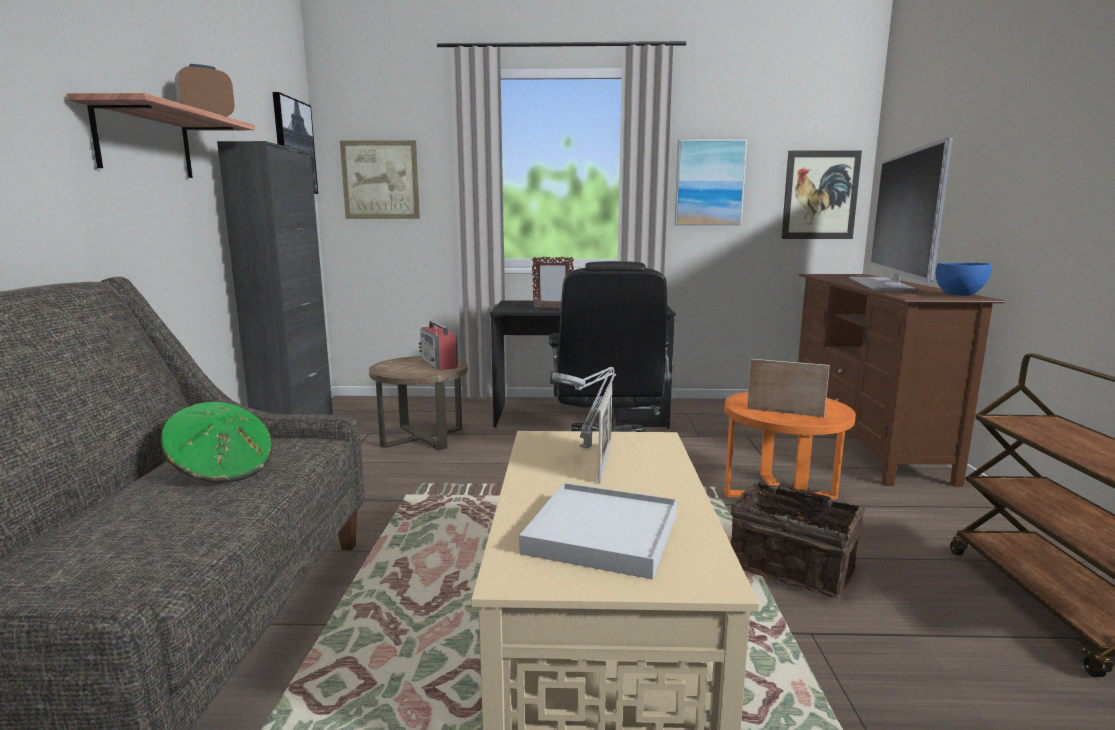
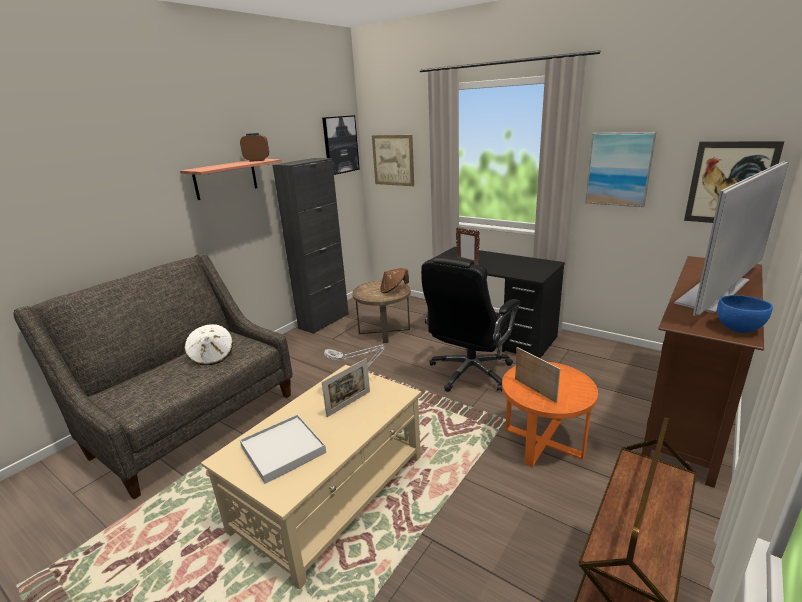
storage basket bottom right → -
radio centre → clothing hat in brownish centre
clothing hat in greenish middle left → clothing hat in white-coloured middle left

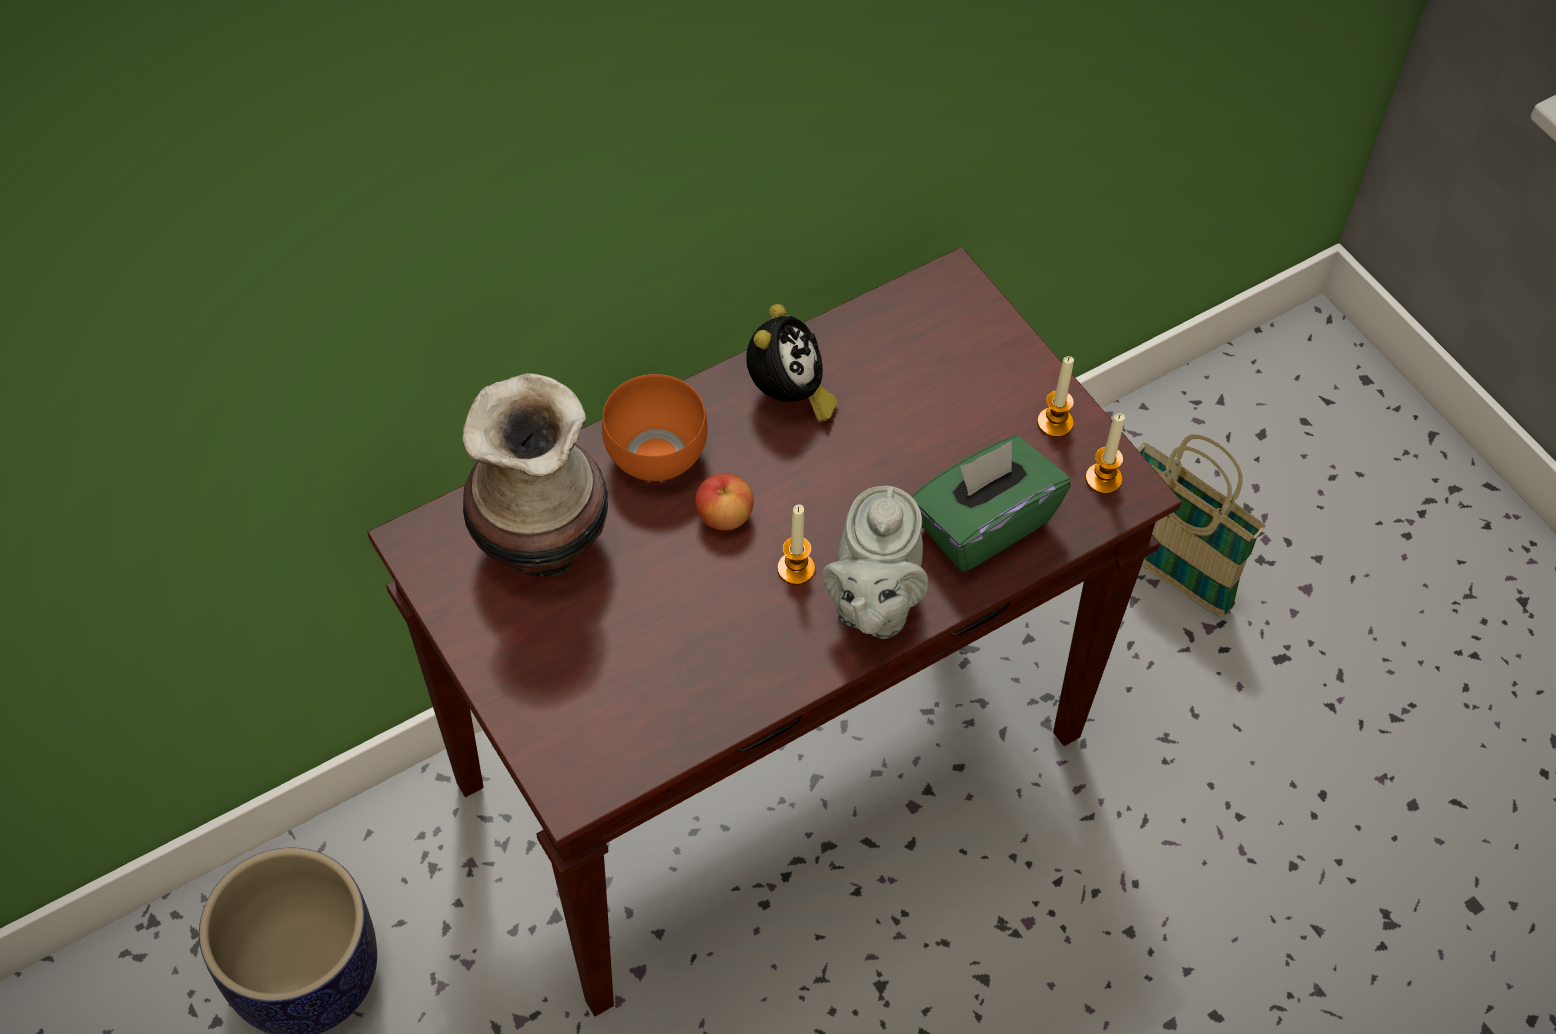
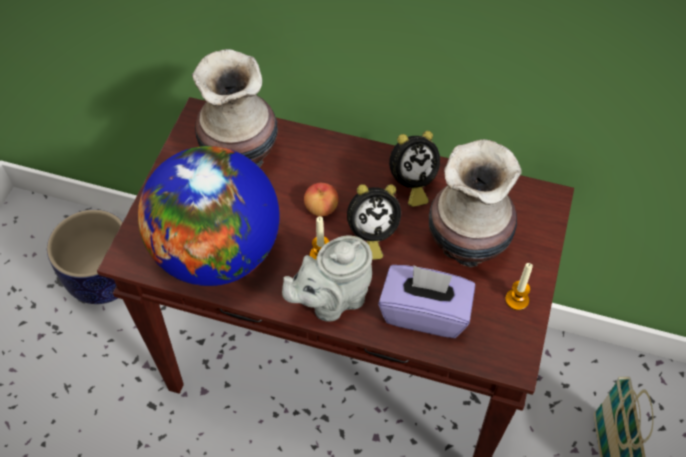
deep dish in orangey centre → -
wax candle (no. 3 from left) middle right → -
- → globe middle left
- → alarm clock (no. 1 from left) centre
- → decorative vase (no. 2 from left) middle right
tissue box in greenish centre → tissue box in purple centre

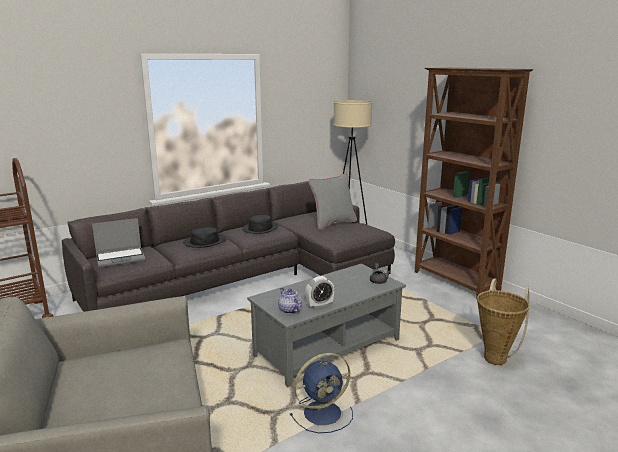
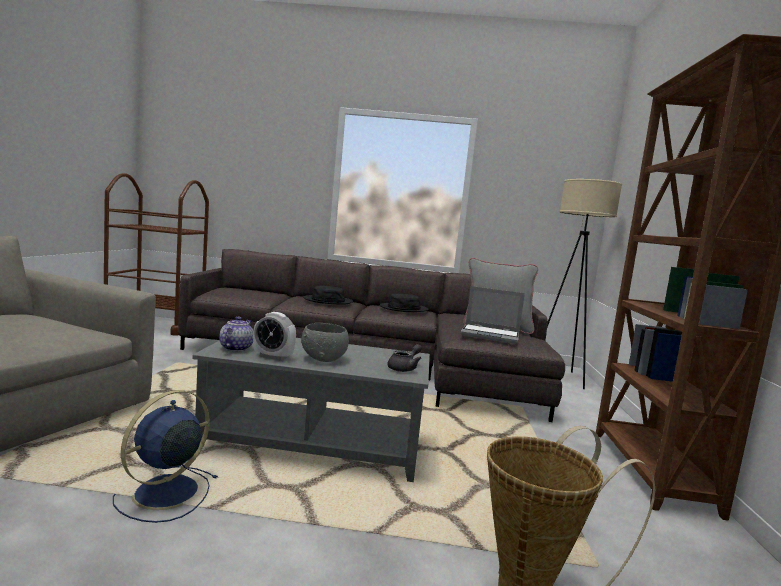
- → deep dish in grey centre
notebook computer middle left → notebook computer centre, shifted
electric fan in bluish bottom centre → electric fan in bluish bottom left, 105 degrees clockwise

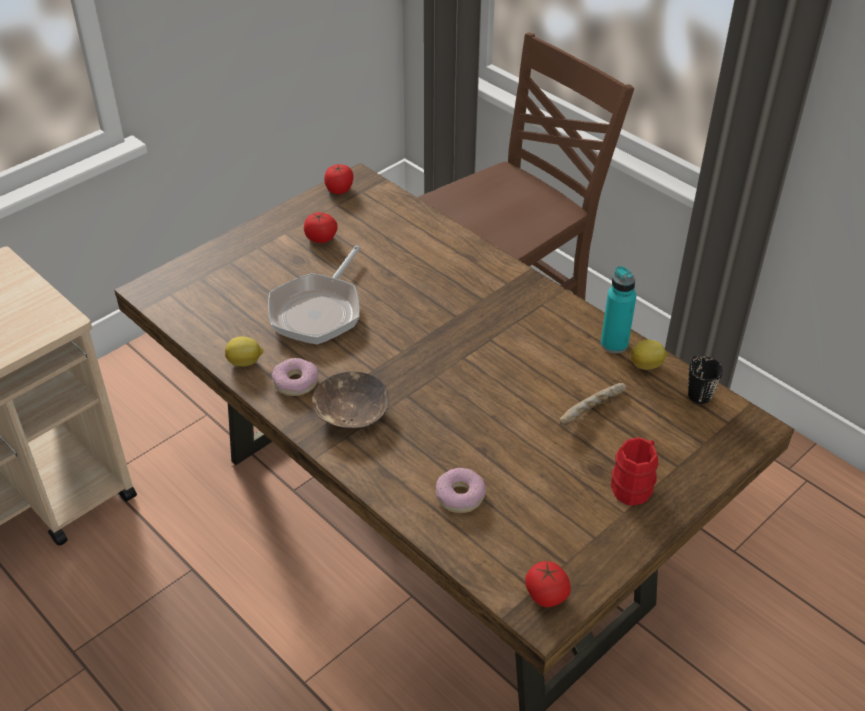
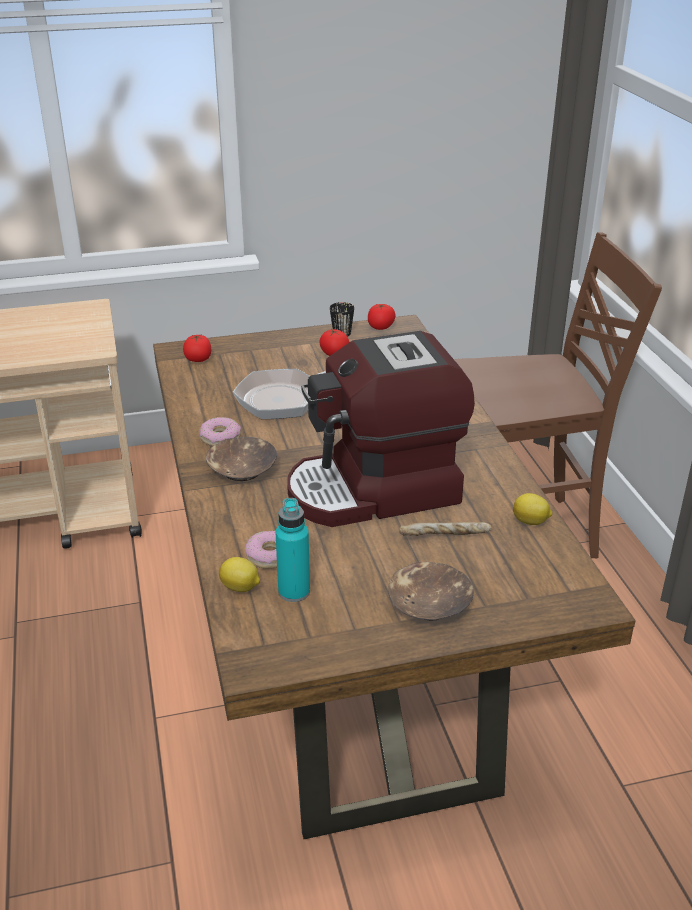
- → coffee brewer centre
whole lemon (no. 1 from left) middle left → whole lemon (no. 1 from left) centre, shifted
whole tomato (no. 3 from left in the first image) bottom centre → whole tomato (no. 1 from left) middle left, shifted
bottle in blue-green middle right → bottle in blue-green centre, shifted
mug in blackish middle right → mug in blackish centre, shifted
mug in reddish middle right → deep dish in brownish (no. 2 from left) centre

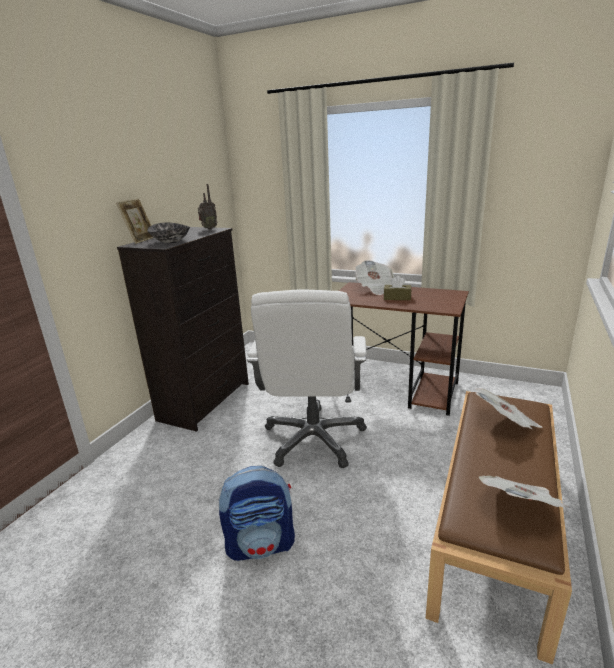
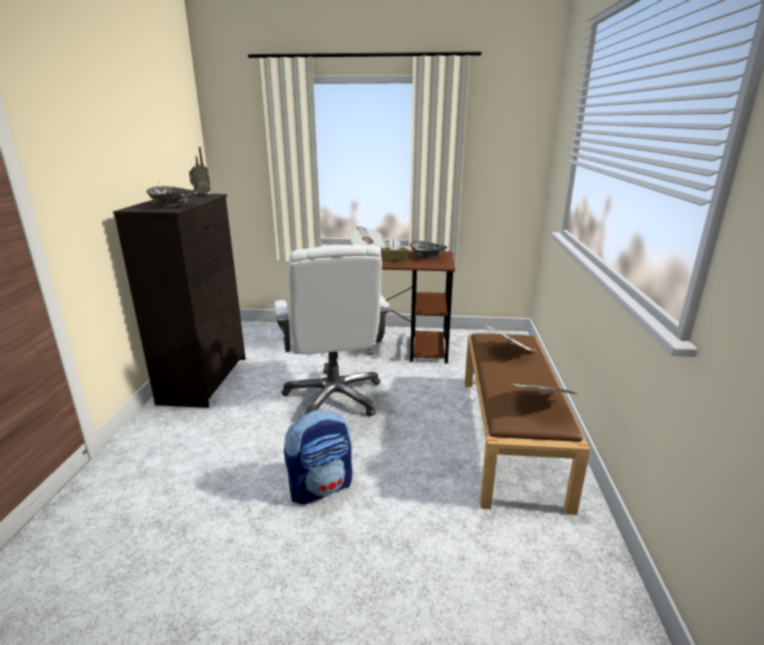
standing frame top left → -
- → deep dish (no. 2 from left) centre

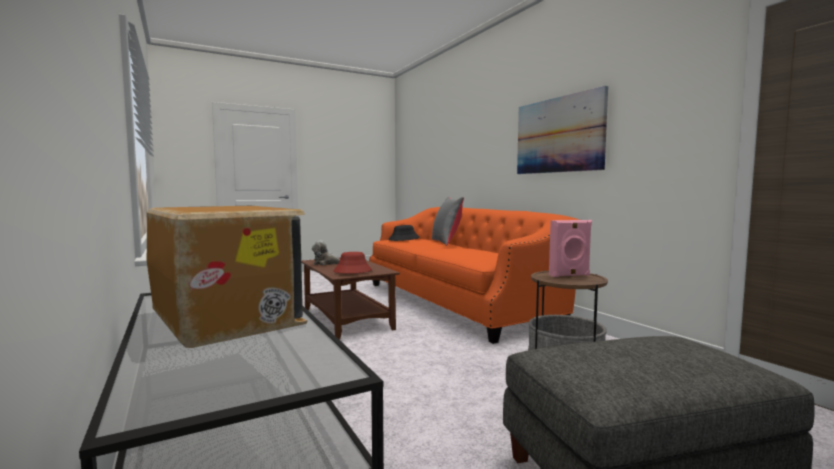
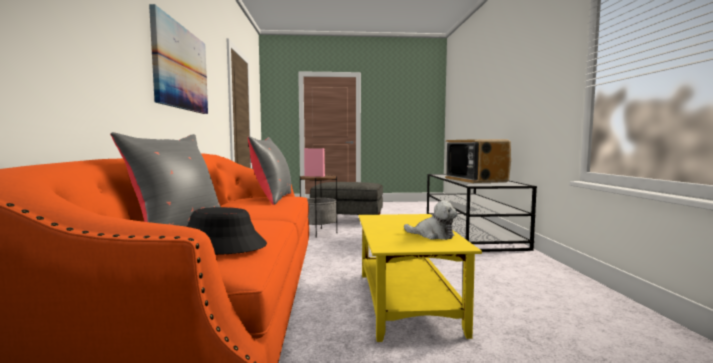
clothing hat in reddish centre → -
- → throw pillow in grey (no. 2 from left) centre
coffee table in brownish centre → coffee table in yellow-coloured bottom centre

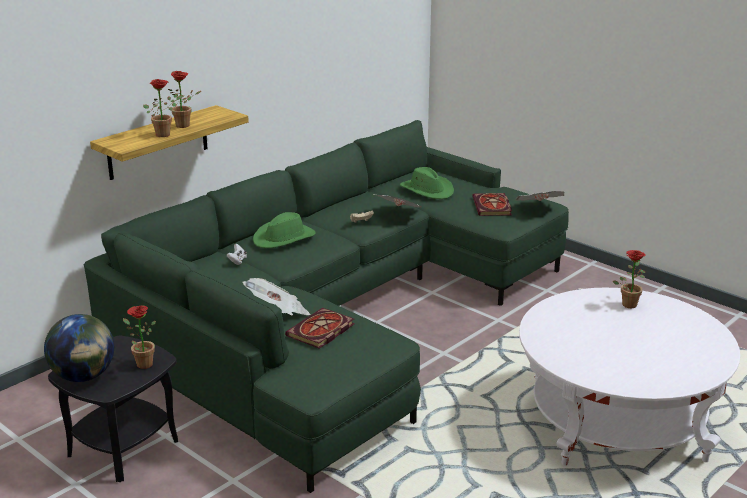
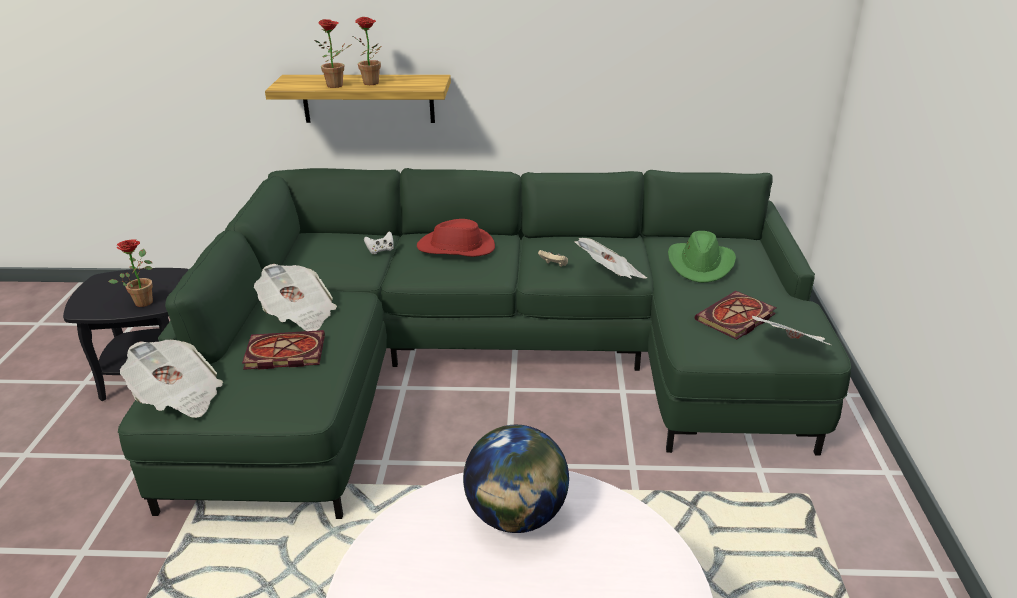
potted plant (no. 4 from left) middle right → -
- → newspaper (no. 1 from left) middle left
globe bottom left → globe bottom centre, shifted
clothing hat in greenish (no. 1 from left) centre → clothing hat in reddish centre

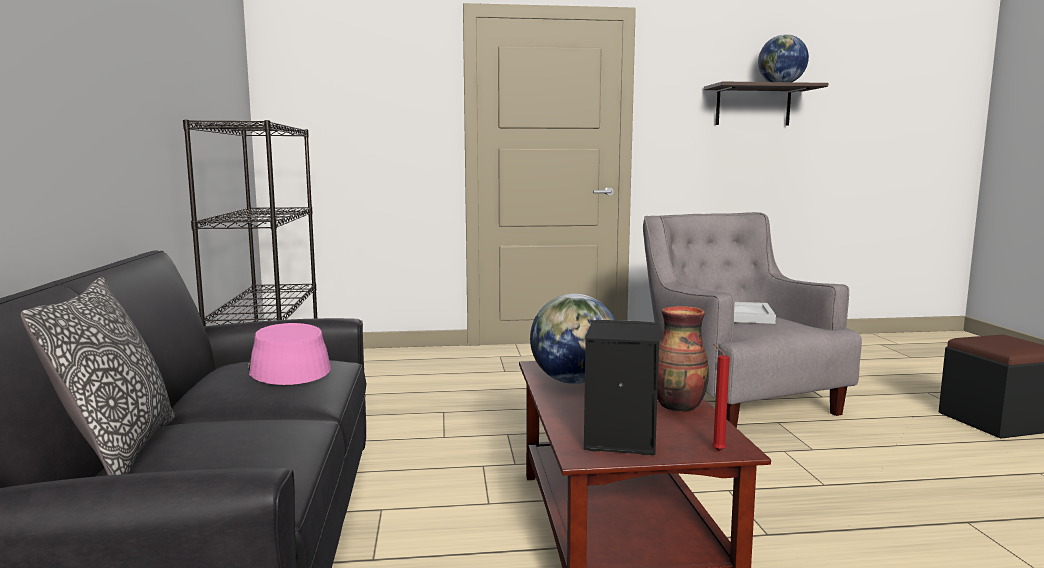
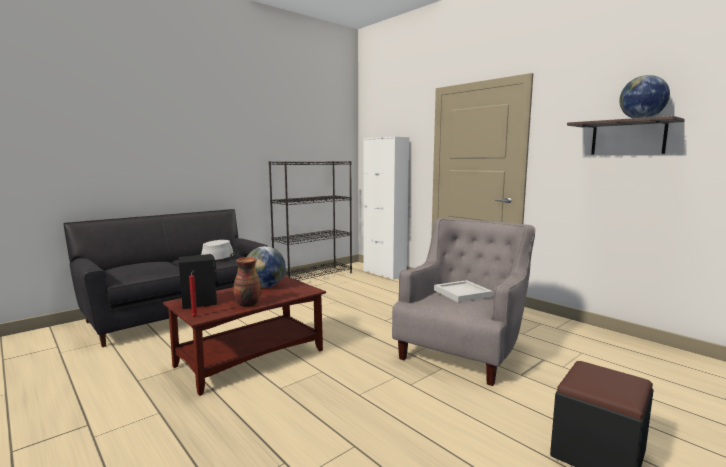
throw pillow middle left → -
- → cabinet in white-coloured centre
clothing hat in pinkish middle left → clothing hat in grey middle left

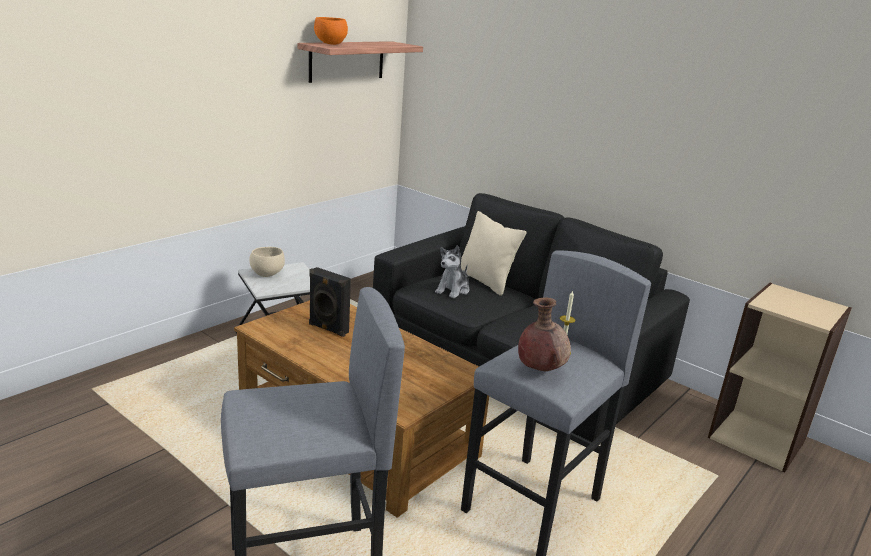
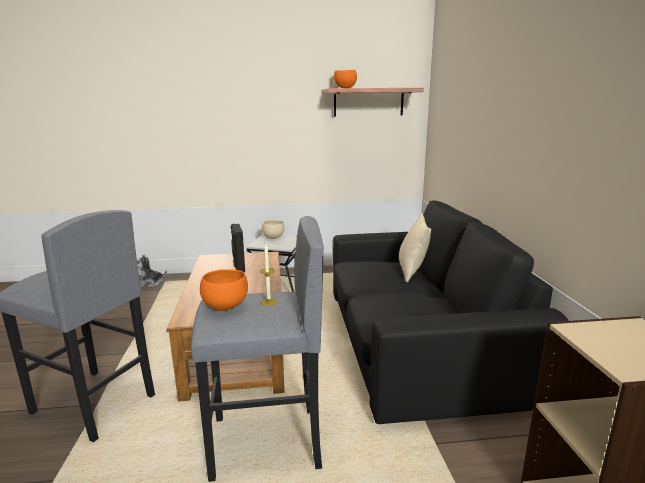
plush toy centre → plush toy middle left, shifted
decorative vase in brownish centre → deep dish in orangey (no. 1 from left) centre

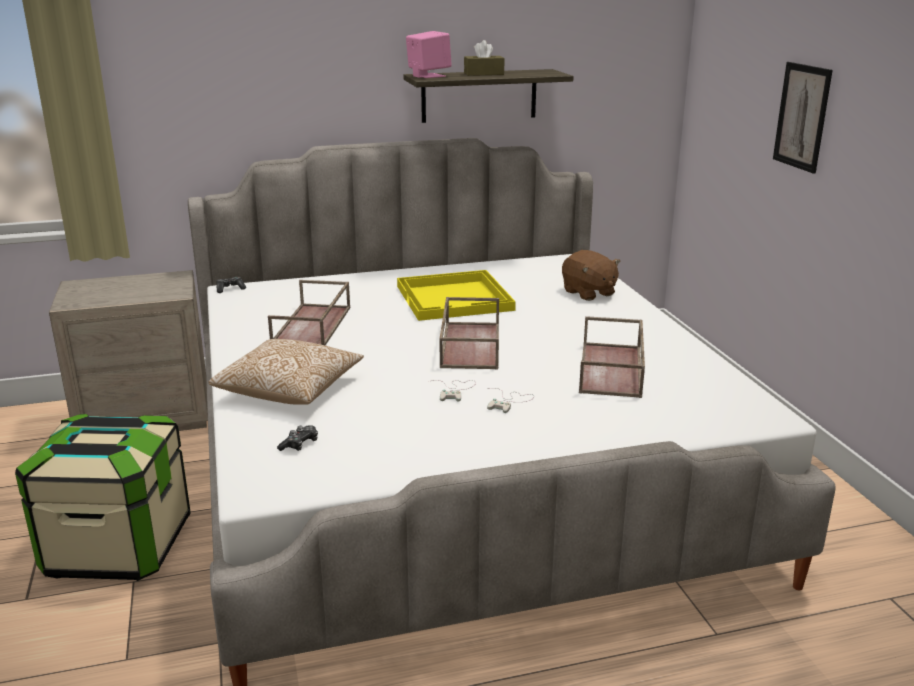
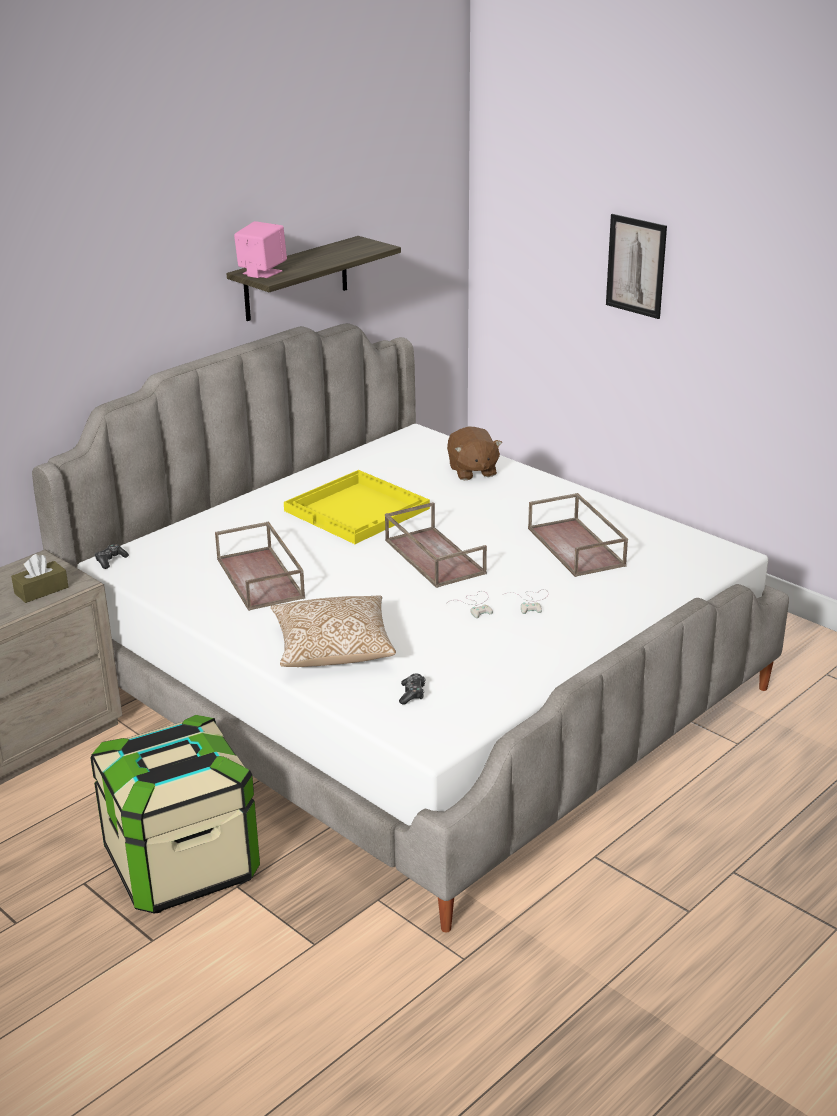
tissue box in brownish top centre → tissue box in brownish middle left, shifted
plush toy in brownish centre, 45 degrees clockwise

